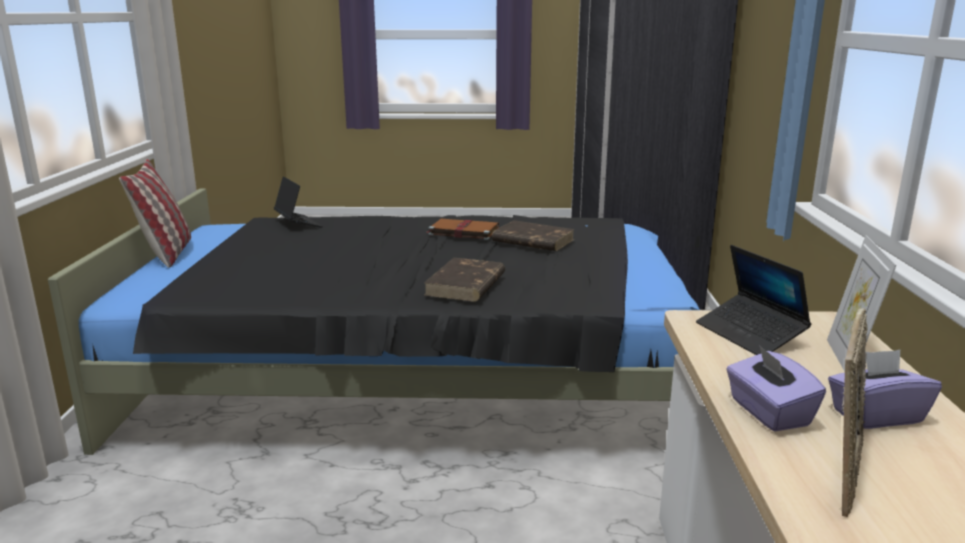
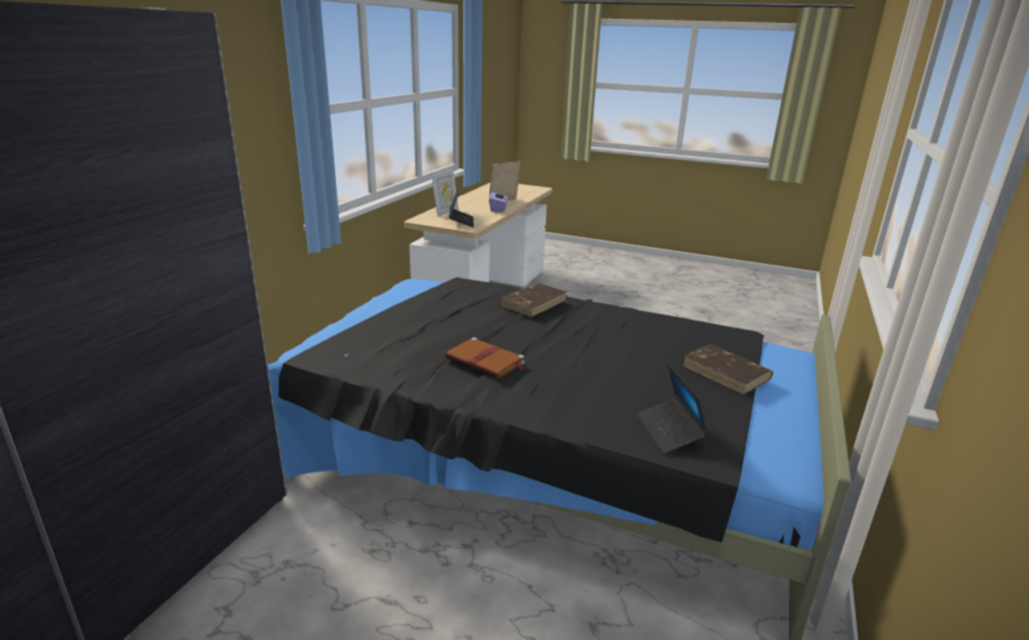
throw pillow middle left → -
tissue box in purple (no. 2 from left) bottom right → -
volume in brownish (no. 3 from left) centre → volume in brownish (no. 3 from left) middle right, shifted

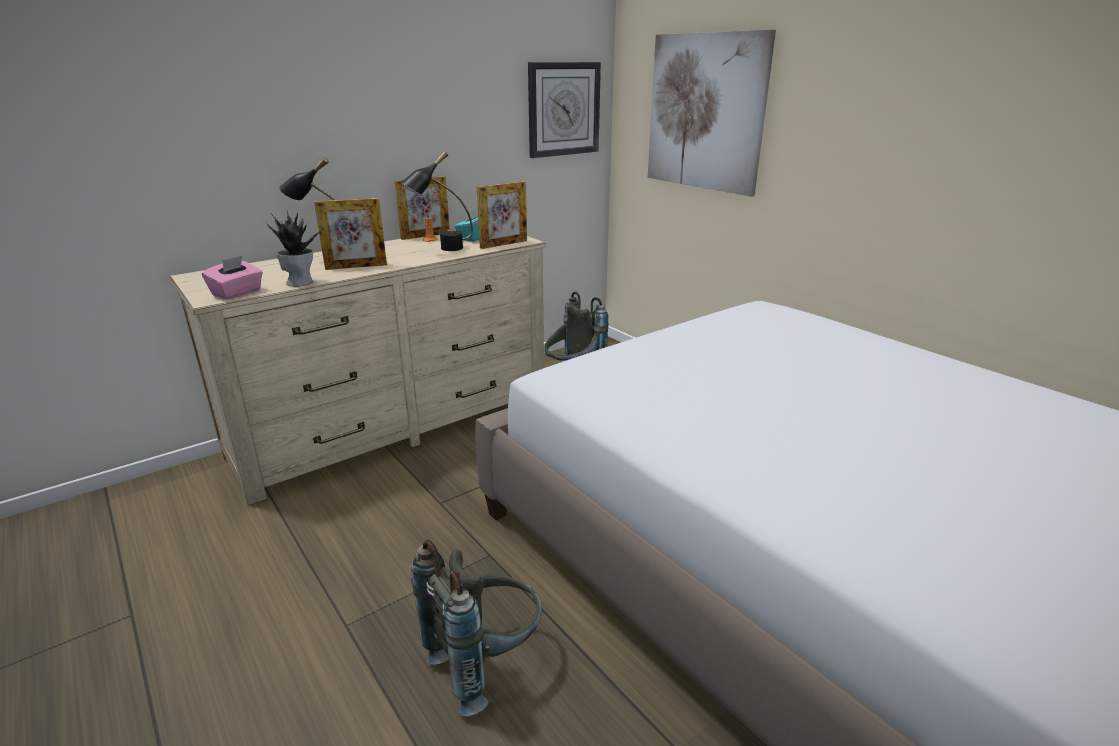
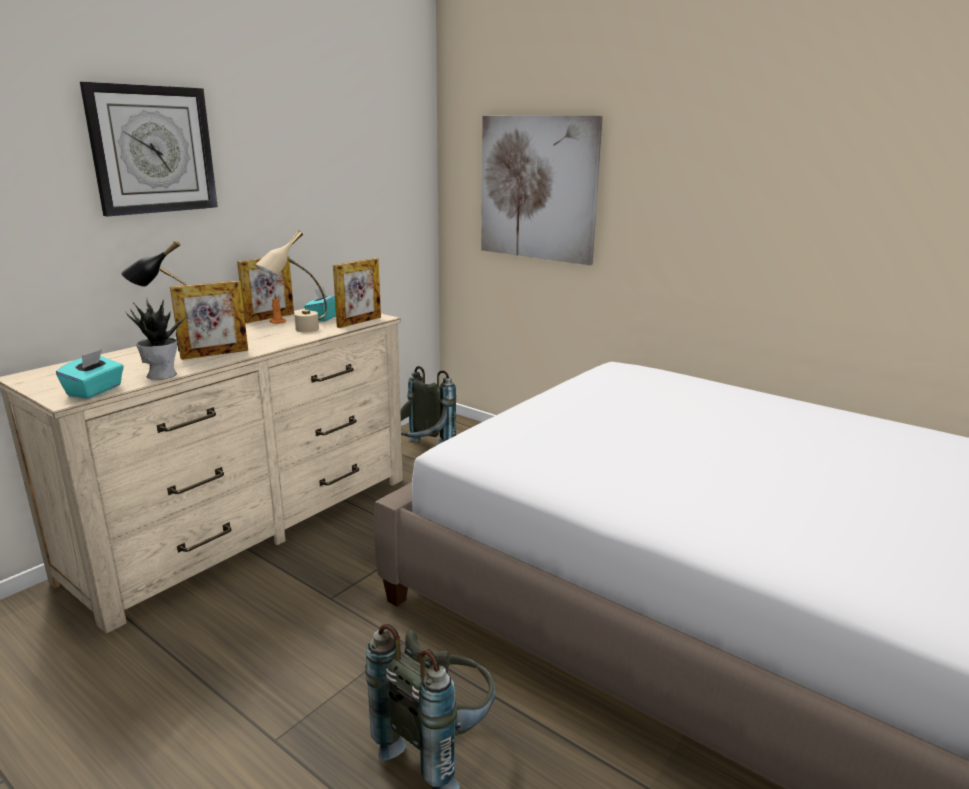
wall clock top centre → wall clock top left, shifted
tissue box in pinkish middle left → tissue box in blue-green (no. 1 from left) middle left
tabletop lamp in blackish (no. 2 from left) top centre → tabletop lamp in beige middle left

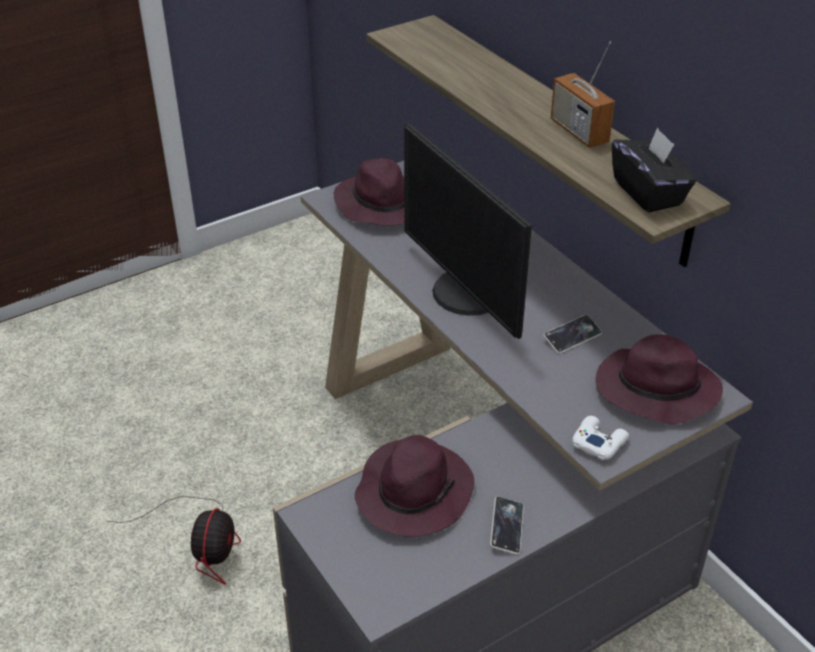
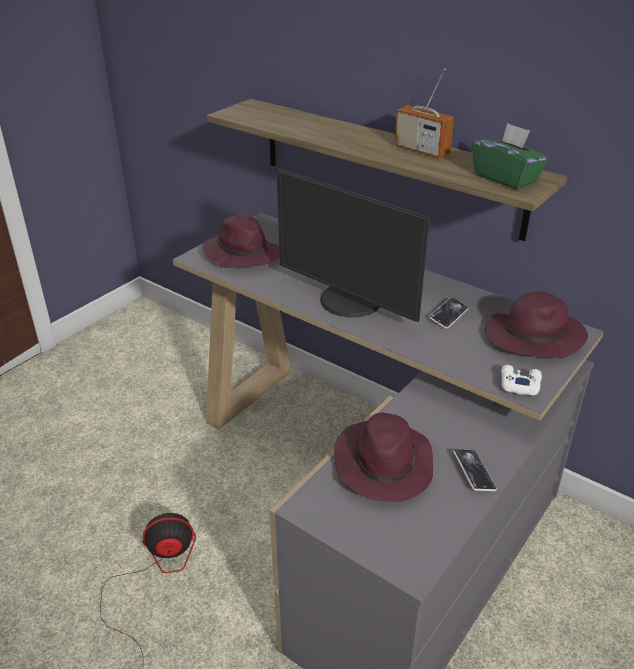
tissue box in blackish top right → tissue box in greenish top right
electric fan bottom left, 90 degrees counterclockwise

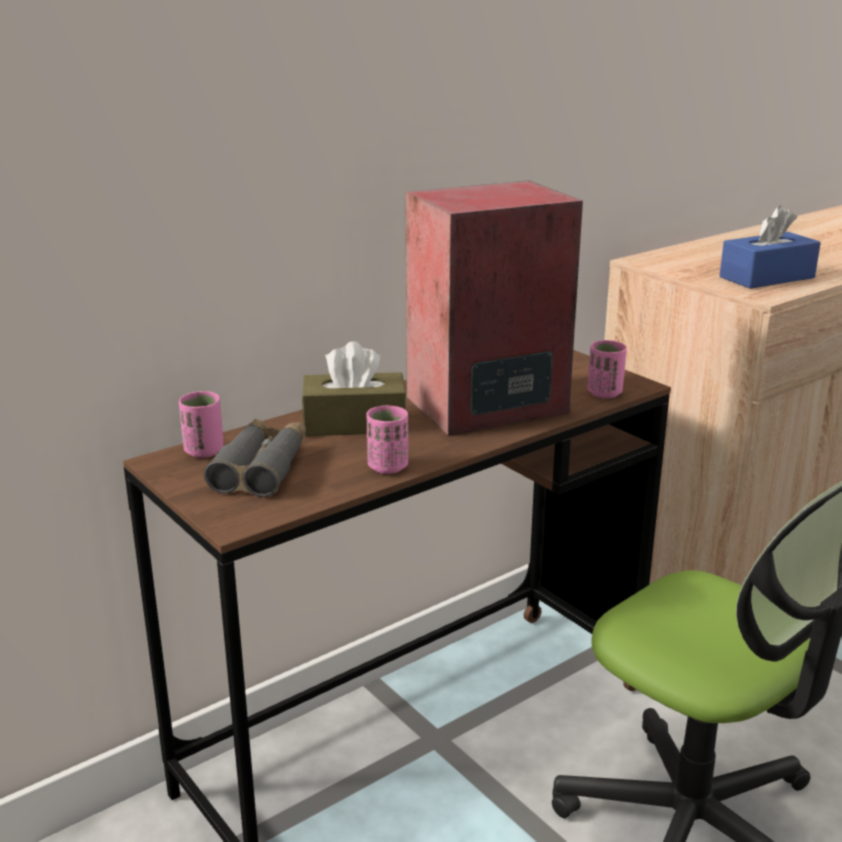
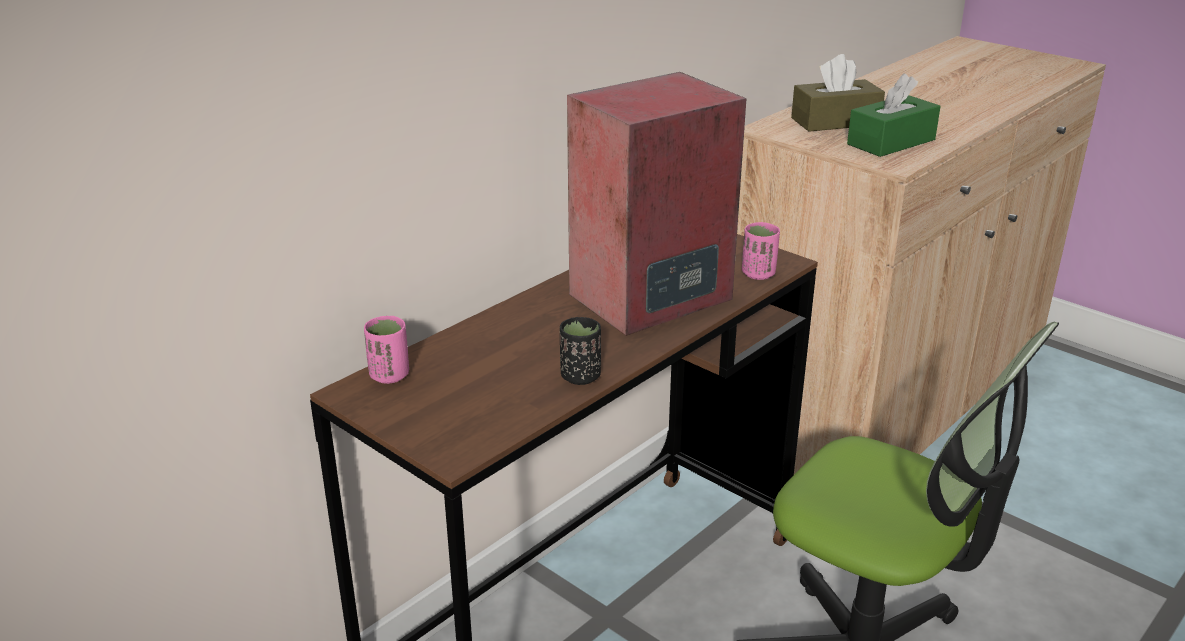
field glasses in grey middle left → -
tissue box in brownish centre → tissue box in brownish top right, shifted
drinking cup in pinkish (no. 2 from left) centre → drinking cup in blackish centre
tissue box in bluish top right → tissue box in greenish top right

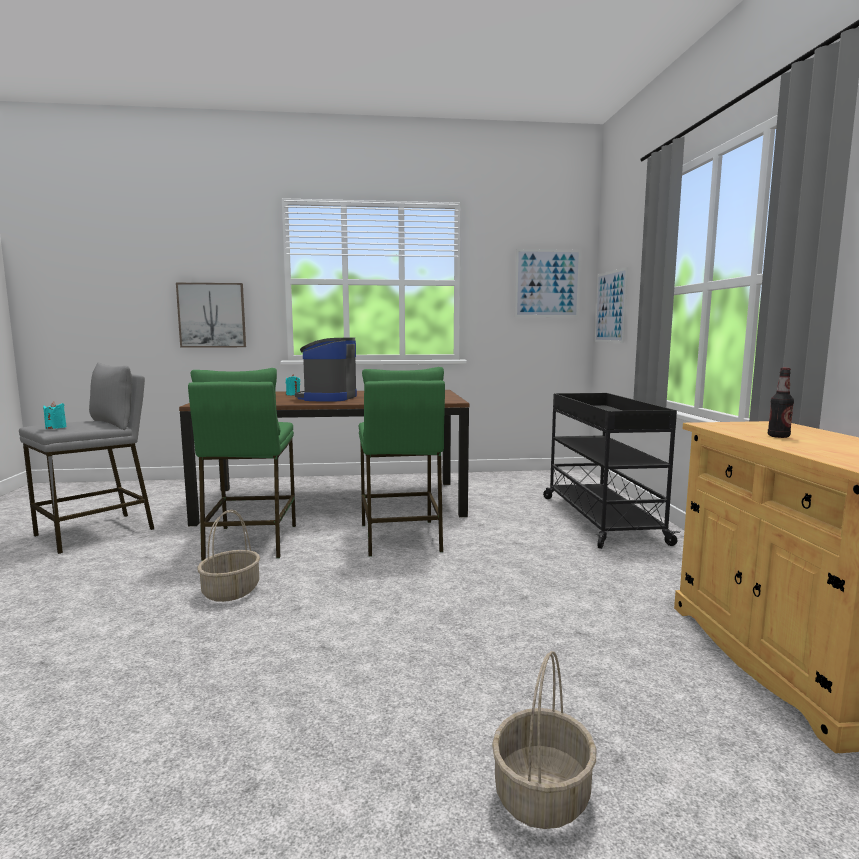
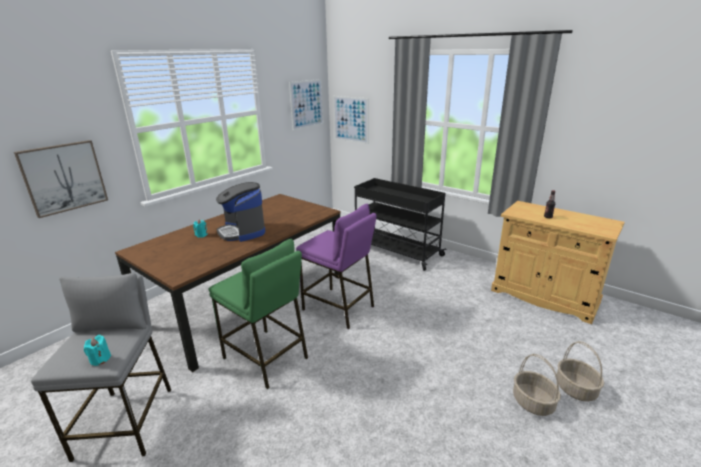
storage basket (no. 1 from left) middle left → storage basket (no. 1 from left) bottom right, shifted
stool in greenish (no. 2 from left) centre → stool in purple centre

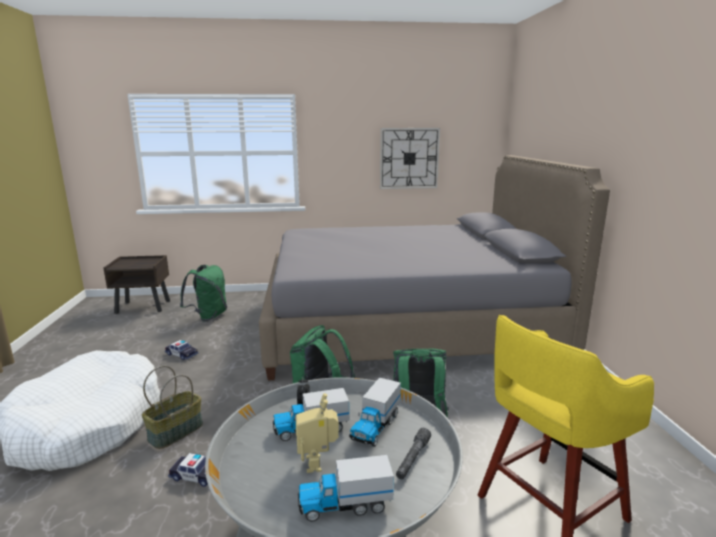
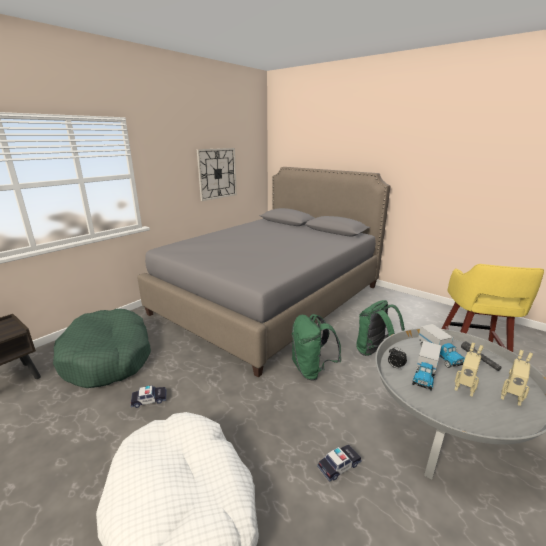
storage basket bottom left → -
rucksack in greenish (no. 1 from left) middle left → pet bed in greenish middle left
toy lorry (no. 2 from left) bottom centre → toy robot (no. 2 from left) bottom right

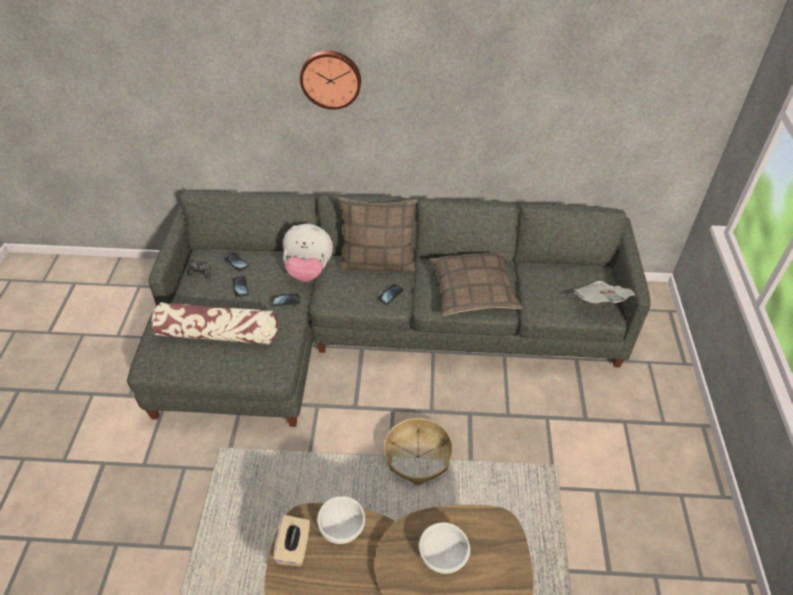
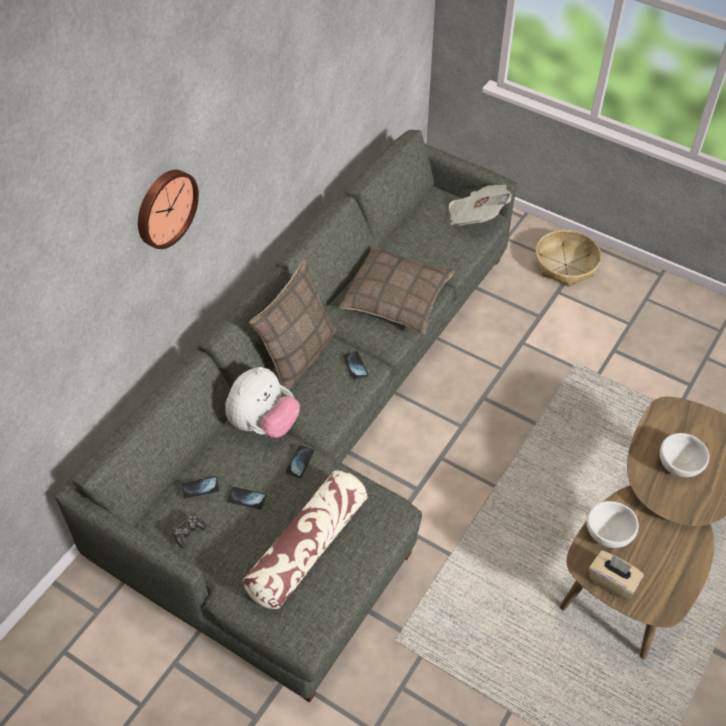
storage basket bottom centre → storage basket middle right, shifted

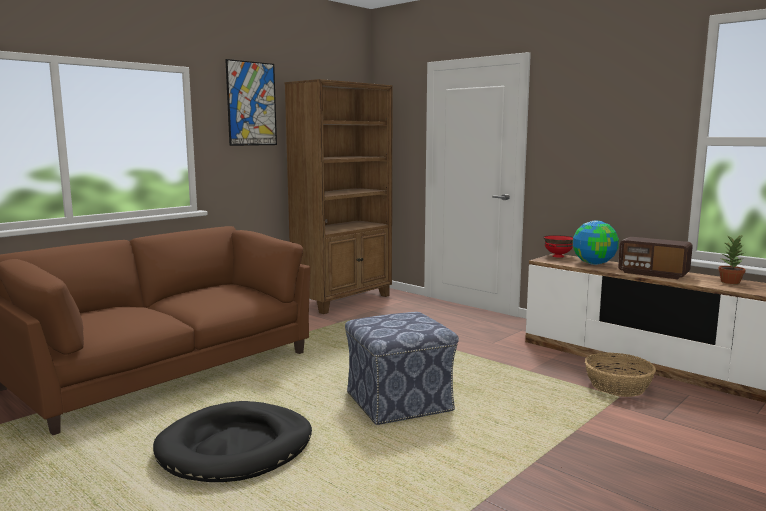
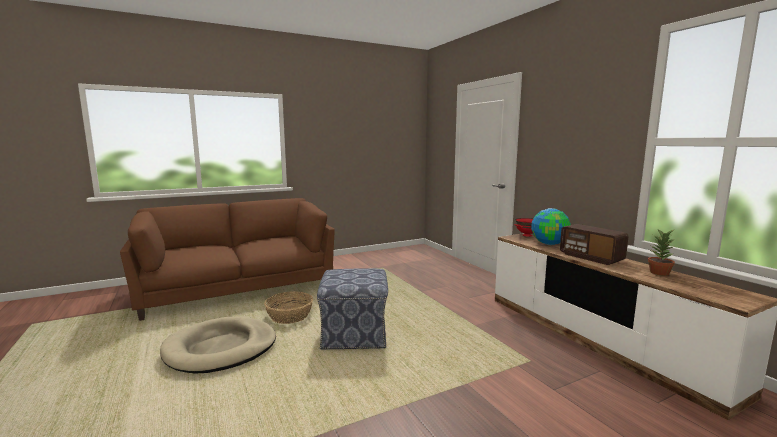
wall picture top left → -
bookshelf in brownish centre → -
storage basket bottom right → storage basket bottom centre, shifted
pet bed in blackish bottom left → pet bed in beige bottom left

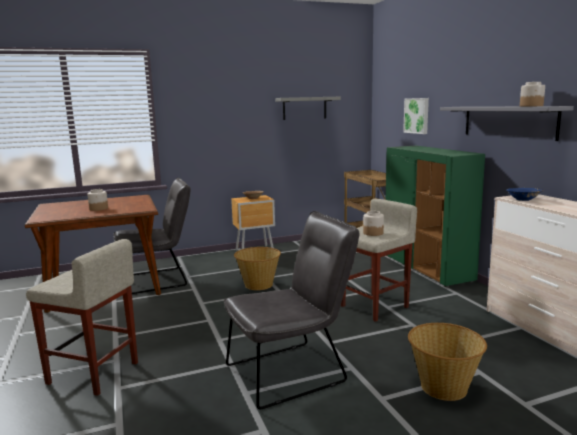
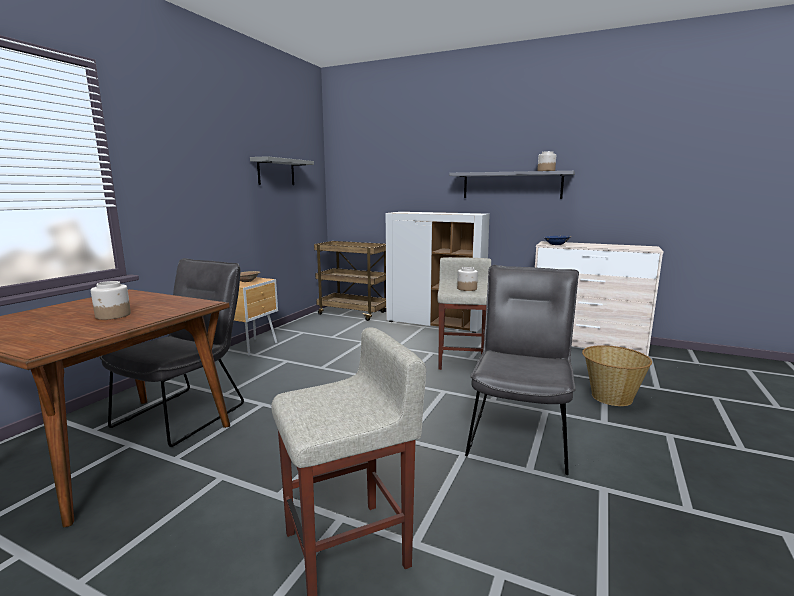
storage basket (no. 1 from left) centre → -
wall picture top right → -
cabinet in greenish middle right → cabinet in white-coloured centre

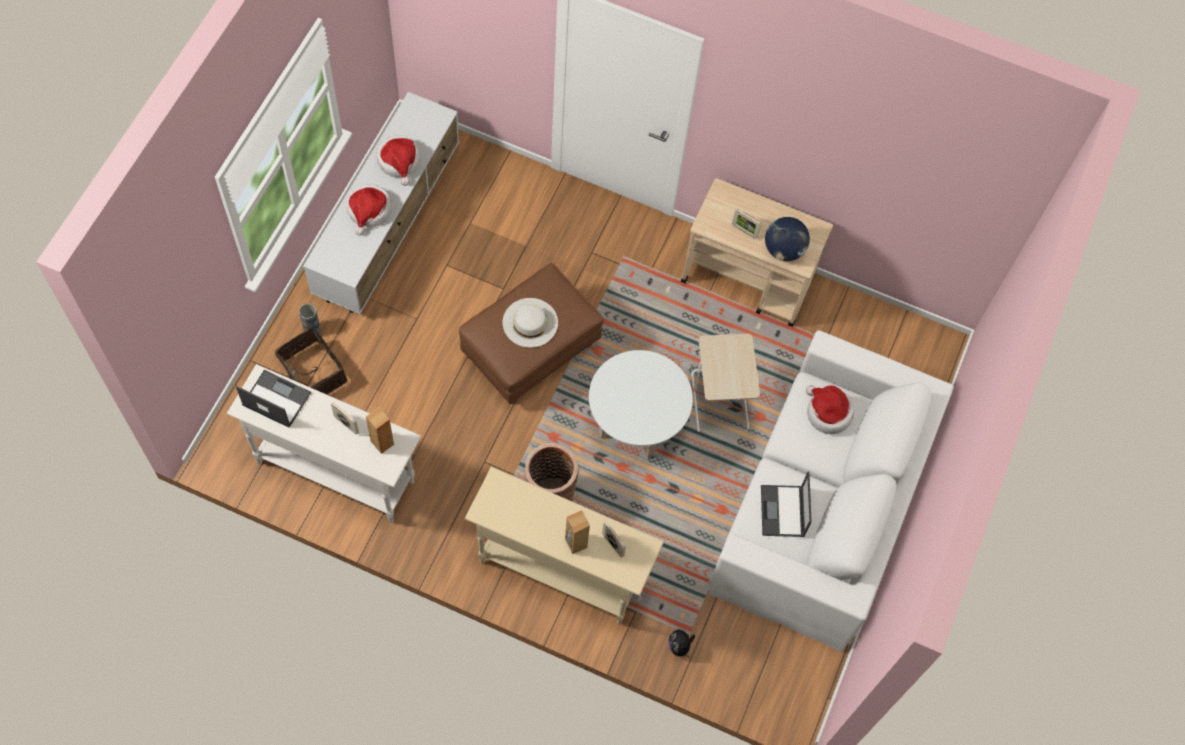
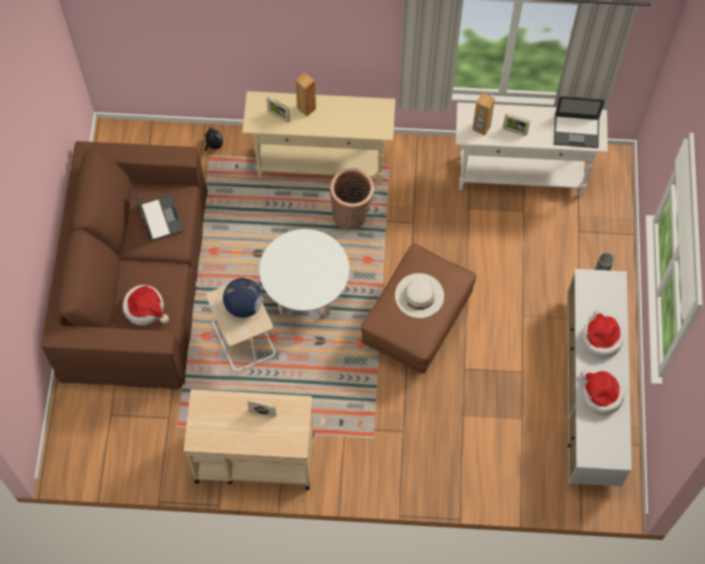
storage basket (no. 1 from left) middle left → -
globe top centre → globe centre, shifted
settee in white-coloured middle right → settee in brownish middle left

